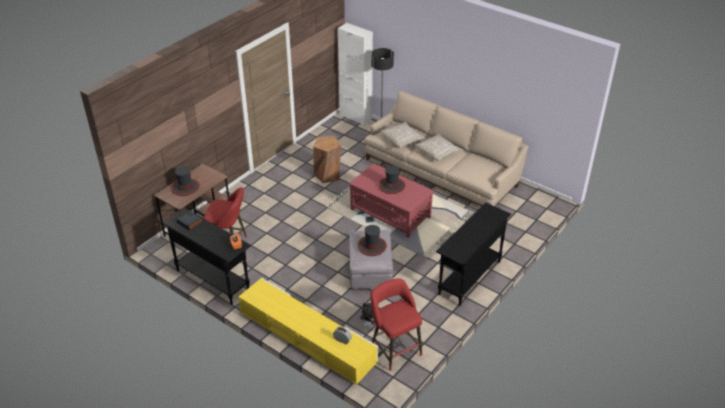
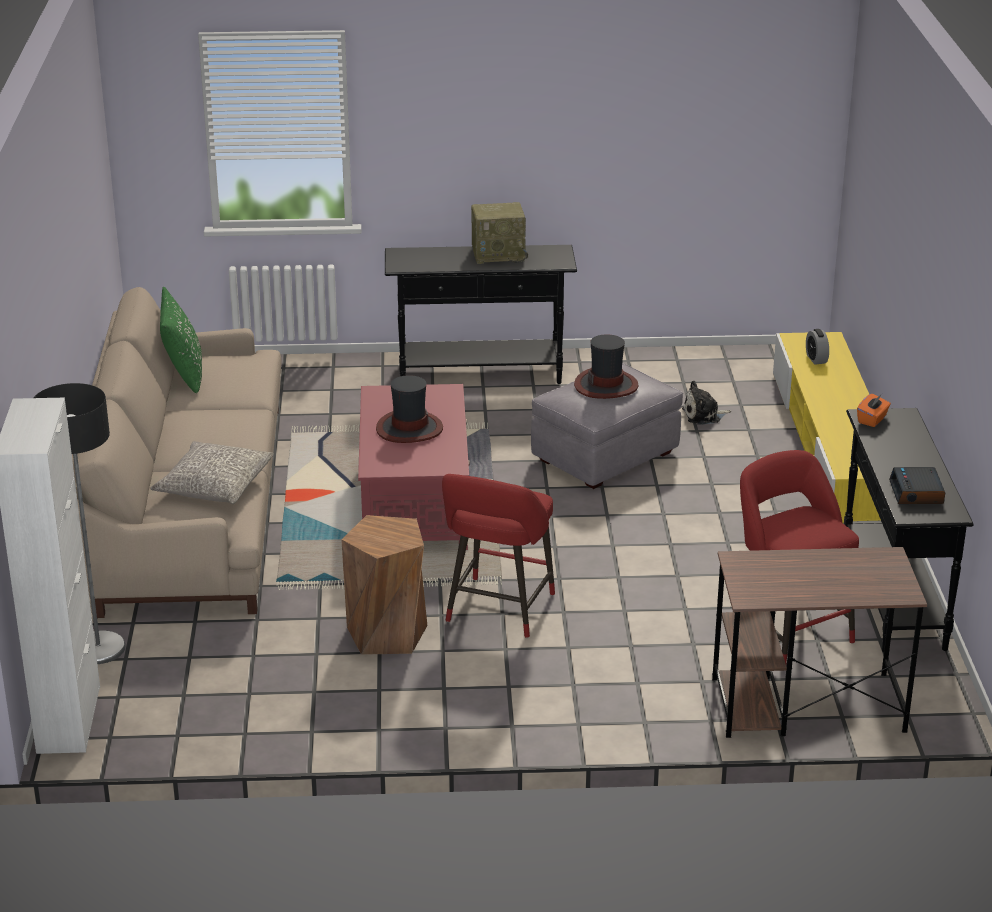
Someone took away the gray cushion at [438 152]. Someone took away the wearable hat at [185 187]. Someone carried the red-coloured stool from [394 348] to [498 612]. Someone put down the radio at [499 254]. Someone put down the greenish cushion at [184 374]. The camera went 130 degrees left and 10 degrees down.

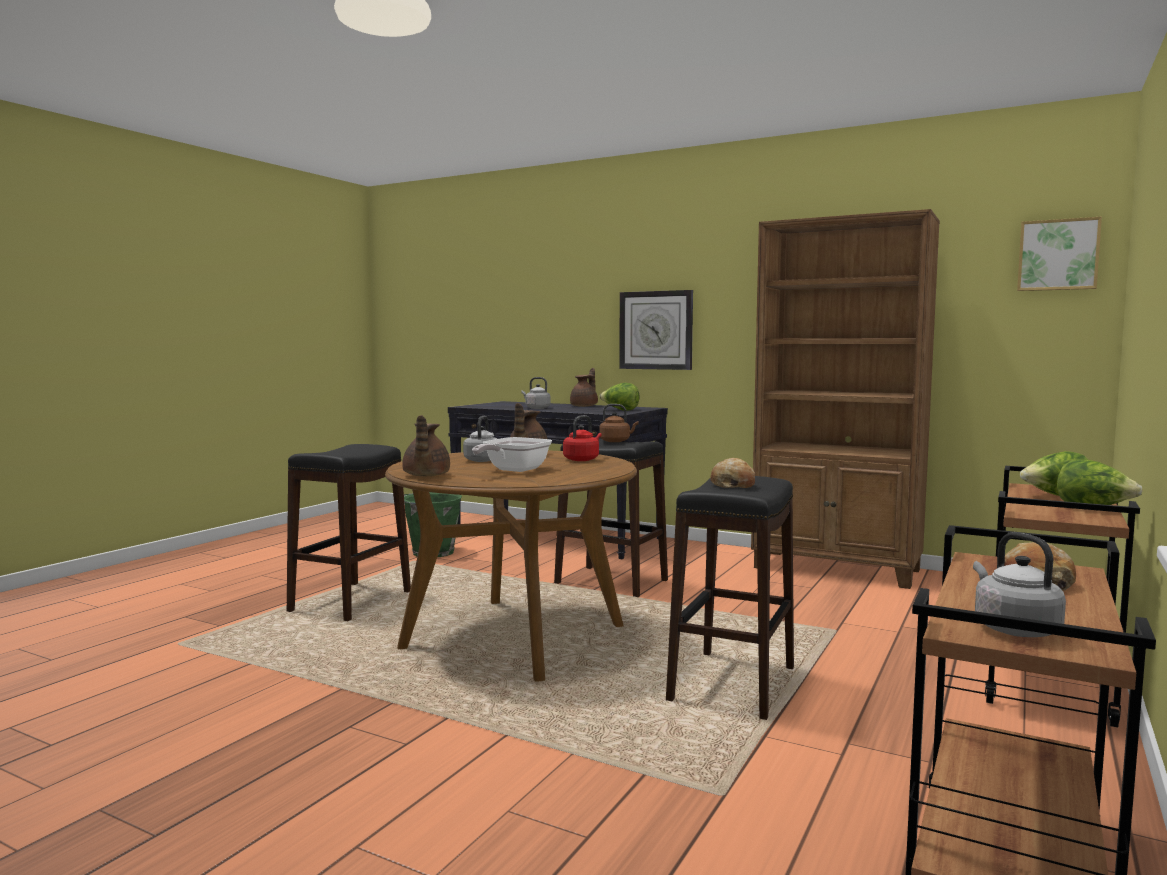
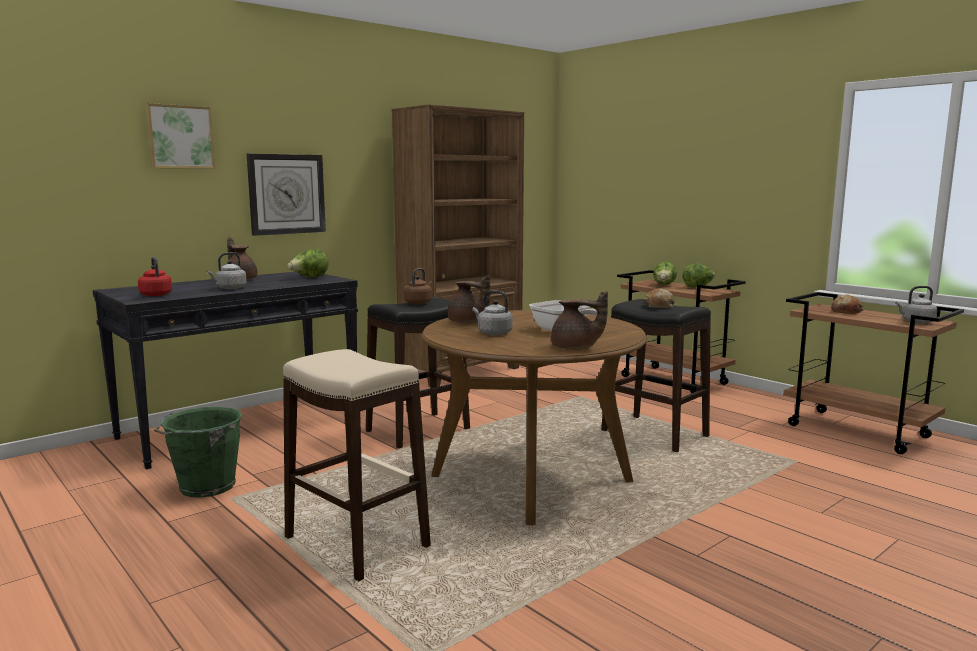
Someone carried the wall art from [1058 255] to [180 137]. Someone carried the red-coloured tea kettle from [582 459] to [155 294]. Someone repainted the black-coloured stool at [351 601], which became the beige-coloured stool at [356 542]. The camera went 70 degrees left and 5 degrees up.

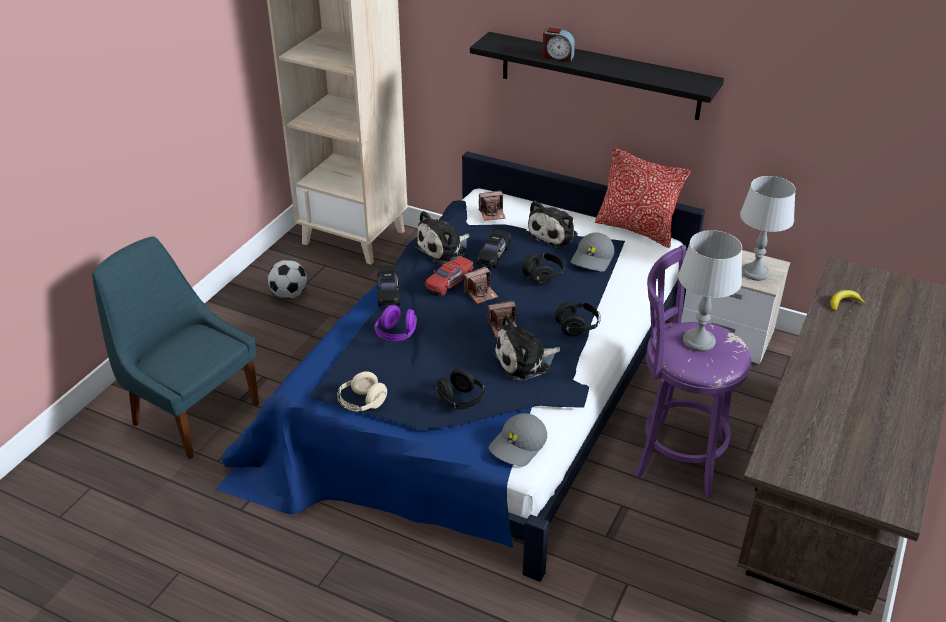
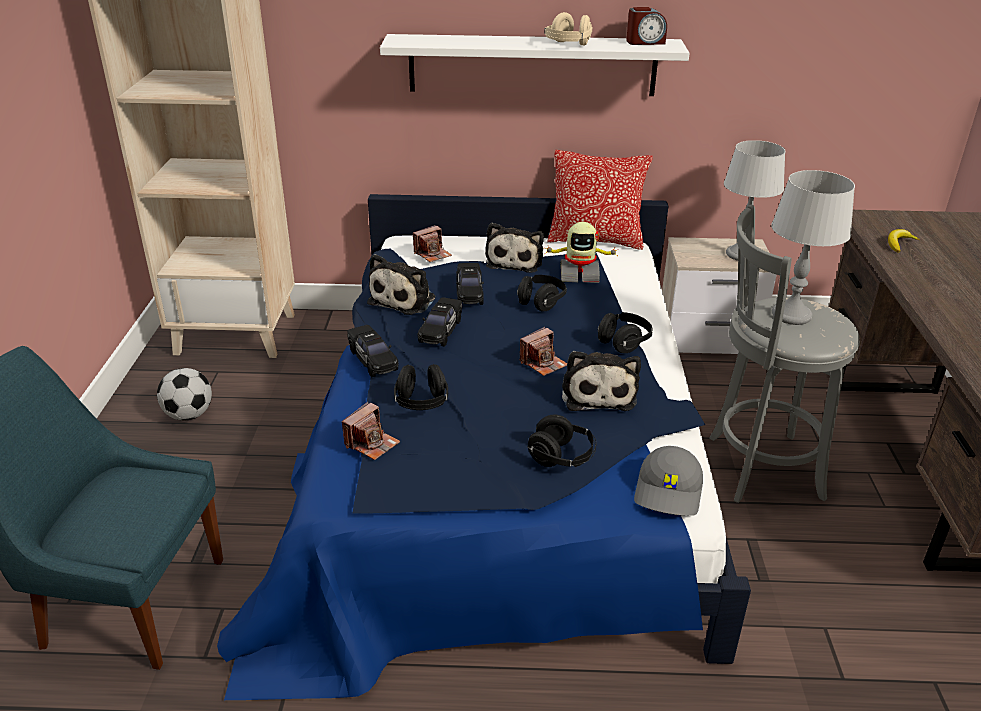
Someone carried the table clock from [557 56] to [645 42]. Someone repainted the black-coloured bracket shelf at [599 76], which became the white-coloured bracket shelf at [532 65]. Someone swapped the gray peaked cap at [593 259] for the toy robot at [579 274]. Someone repainted the purplish stool at [676 456], which became the gray stool at [757 467]. Someone repainted the red-coloured model car at [449 282], which became the black-coloured model car at [440 331]. Someone carried the photo camera from [481 293] to [372 443]. Someone repainted the purplish headset at [396 335], which became the black-coloured headset at [421 403]. Someone rotated the plush toy at [525 361] by 45 degrees counterclockwise. Someone carried the beige-coloured headset from [362 403] to [568 45]. The camera went 25 degrees left and 5 degrees down.

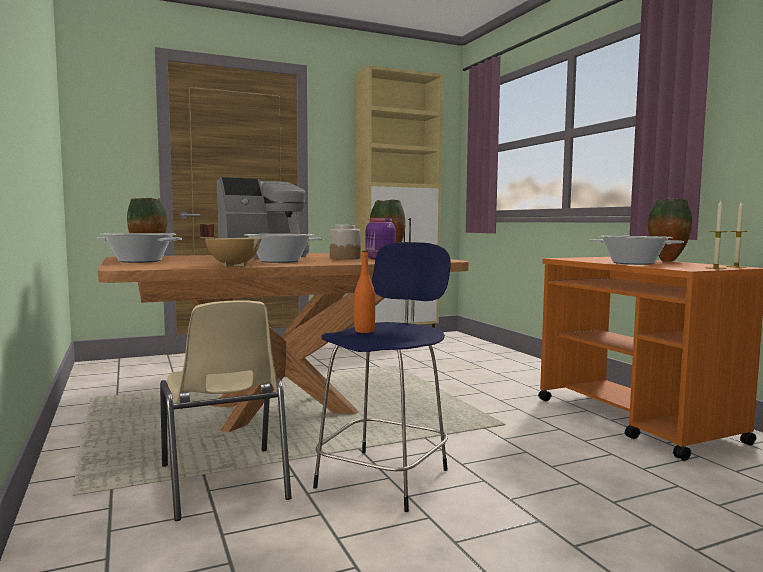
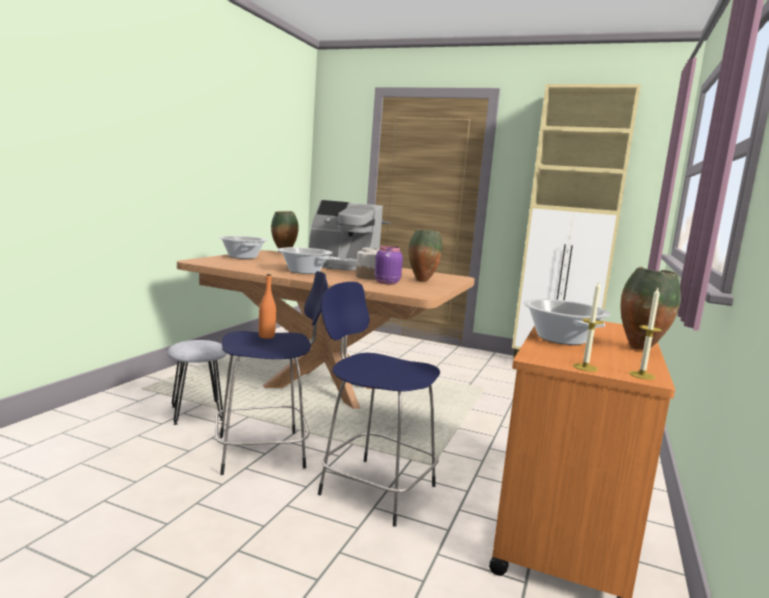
Someone took away the beige-coloured saucepot at [234 265]. Someone swapped the beige-coloured upright chair at [224 483] for the gray stool at [196 413]. Someone put down the blue-coloured stool at [374 488]. The camera went 45 degrees right and 5 degrees up.

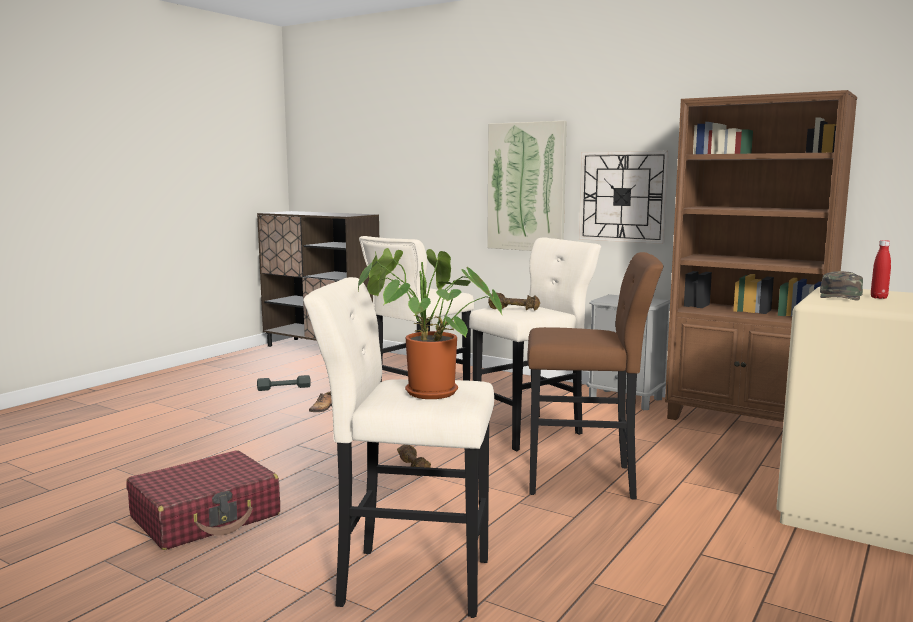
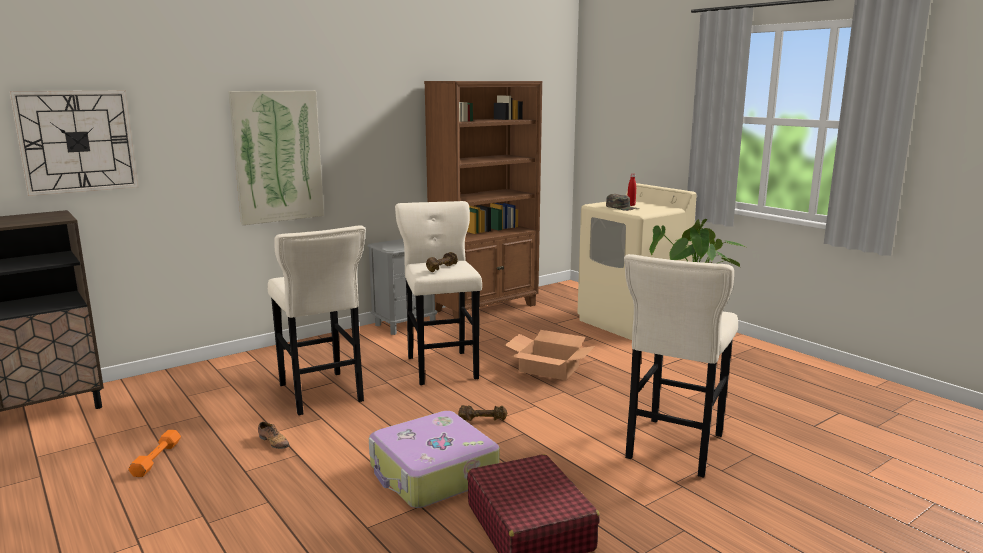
Someone carried the wall clock from [622 196] to [77 141]. Someone swapped the brown stool at [587 480] for the packing box at [549 369]. Someone repainted the gray free weight at [284 388], which became the orange-coloured free weight at [156 459]. Someone put down the piece of luggage at [433 474]. The camera went 70 degrees left and 5 degrees up.

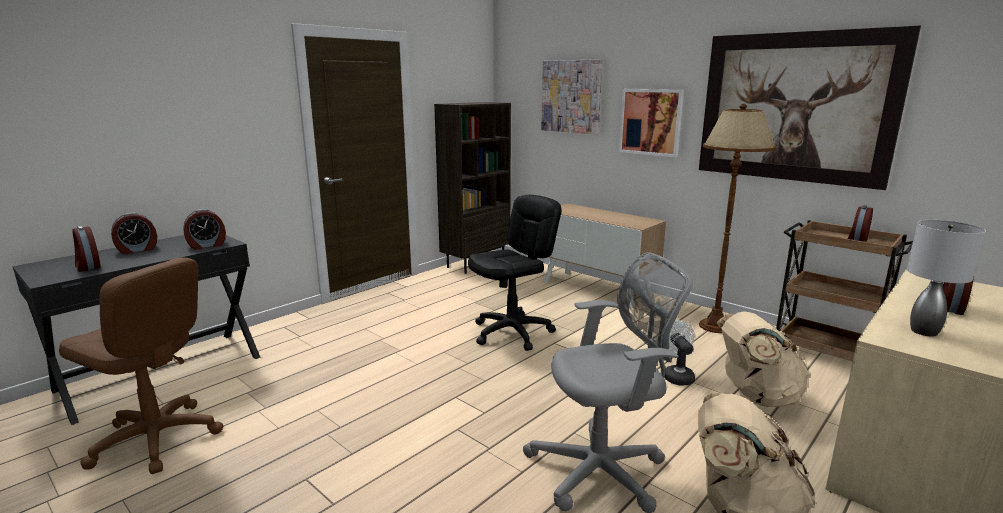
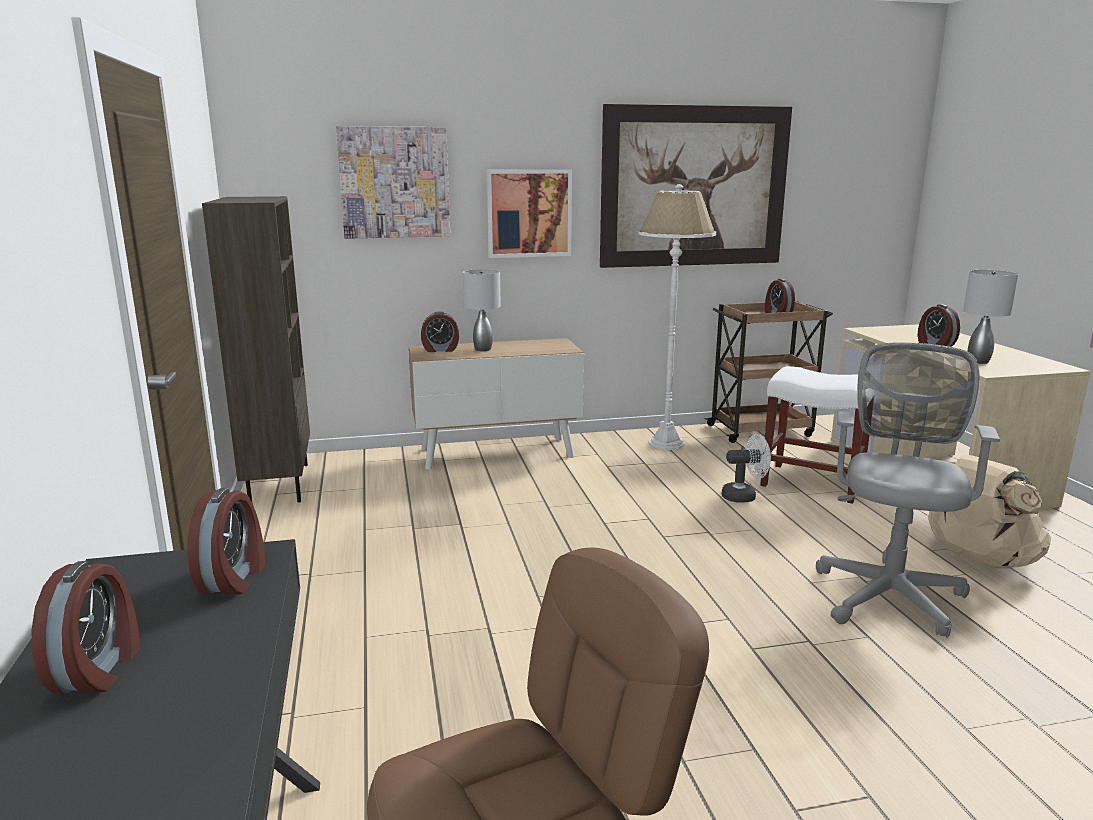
Someone repainted the brown standard lamp at [715 326], which became the white-coloured standard lamp at [666 443]. Someone took away the black-coloured computer chair at [512 333]. Someone carried the table clock from [87 266] to [440 350]. Someone swapped the beige-coloured knapsack at [756 396] for the white-coloured stool at [810 483]. Someone rotated the white-coloured electric fan at [676 376] by 150 degrees clockwise. Someone put down the gray table lamp at [482 349]. The camera went 55 degrees left and 0 degrees up.

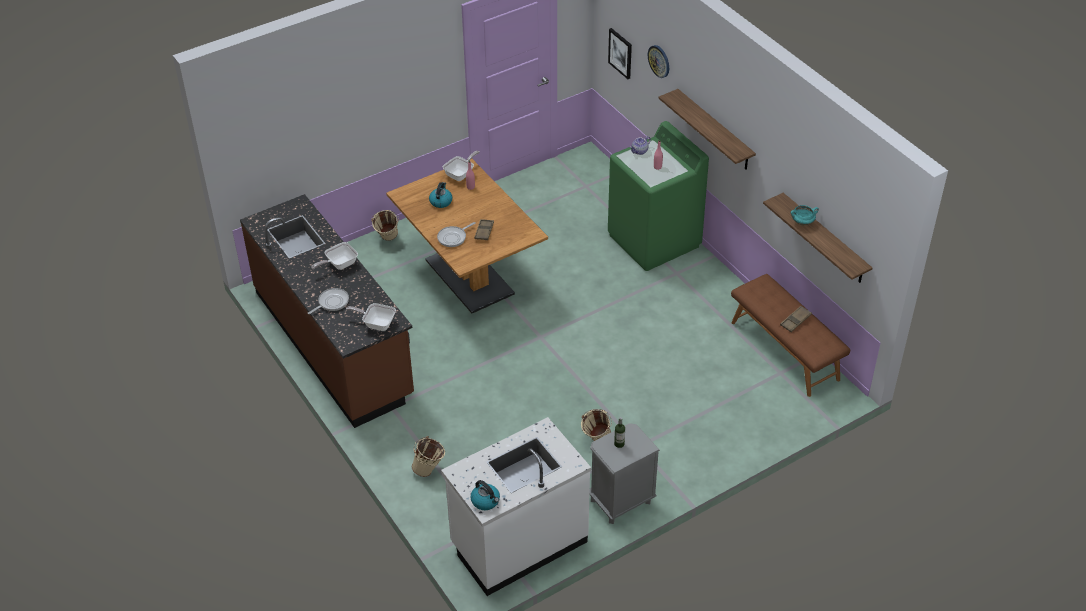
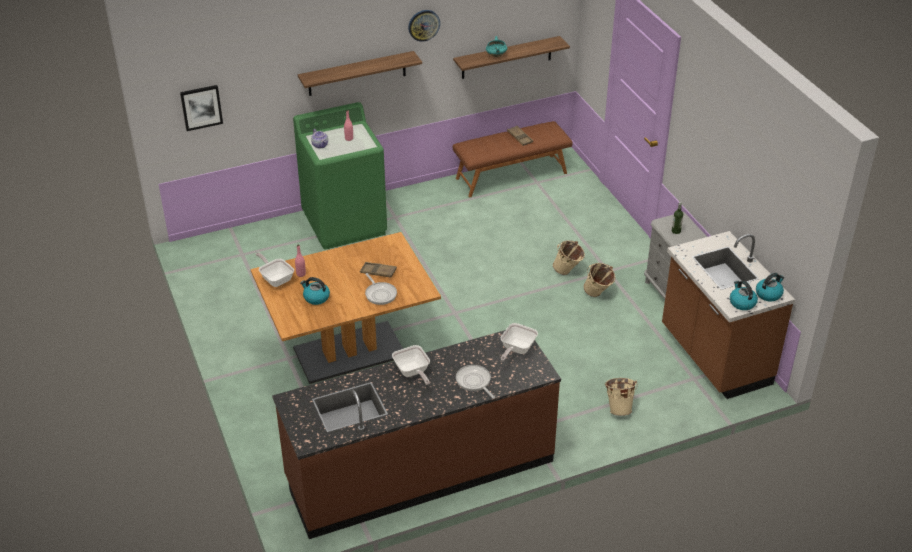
Someone carried the wall clock from [659 61] to [423 25]. Someone carried the beige-coloured bucket from [387 239] to [568 272]. Someone repainted the white-coloured counter at [518 543], which became the brown counter at [714 357]. Someone put down the tea kettle at [742 303]. The camera went 80 degrees left and 5 degrees down.

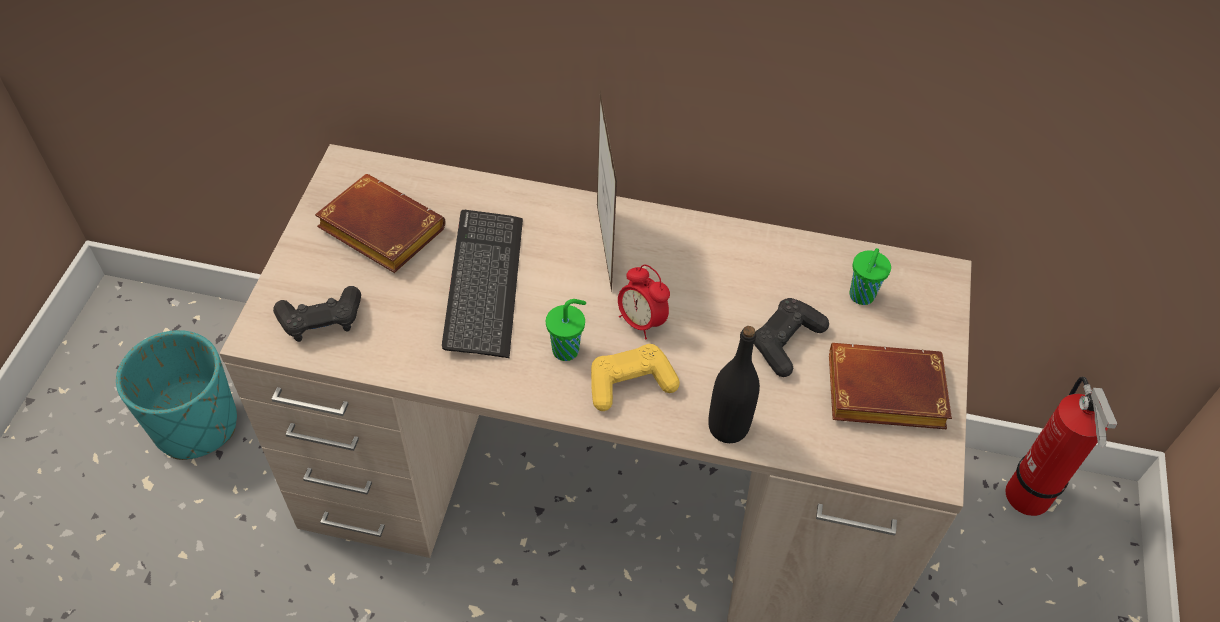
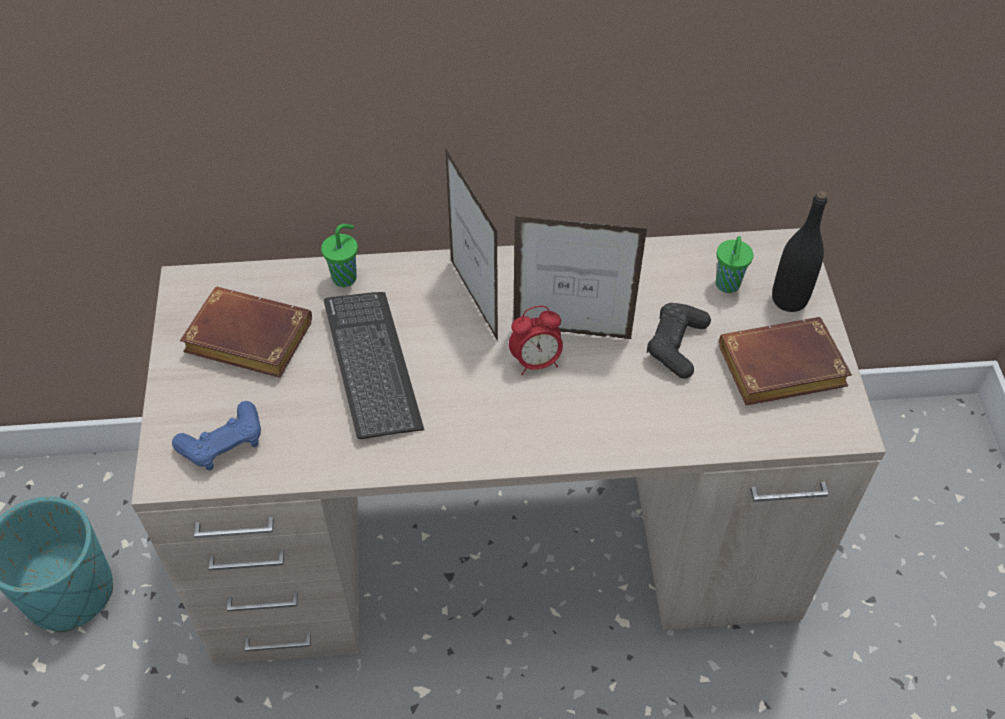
Someone rotated the table clock at [641 322] by 45 degrees counterclockwise. Someone repainted the black-coloured gamepad at [321 320], which became the blue-coloured gamepad at [223 443]. Someone carried the greenish cup from [567 349] to [345 277]. Someone carried the black-coloured beverage bottle from [728 427] to [789 299]. Someone took away the yellow gamepad at [630 383]. Someone took away the fire extinguisher at [1029 501]. Someone put down the standing frame at [572 333]. The camera went 15 degrees left and 0 degrees up.

